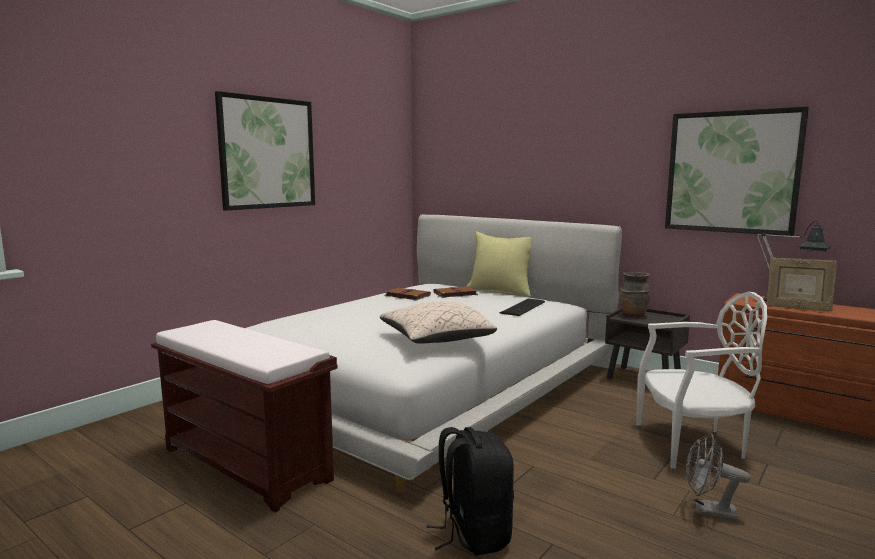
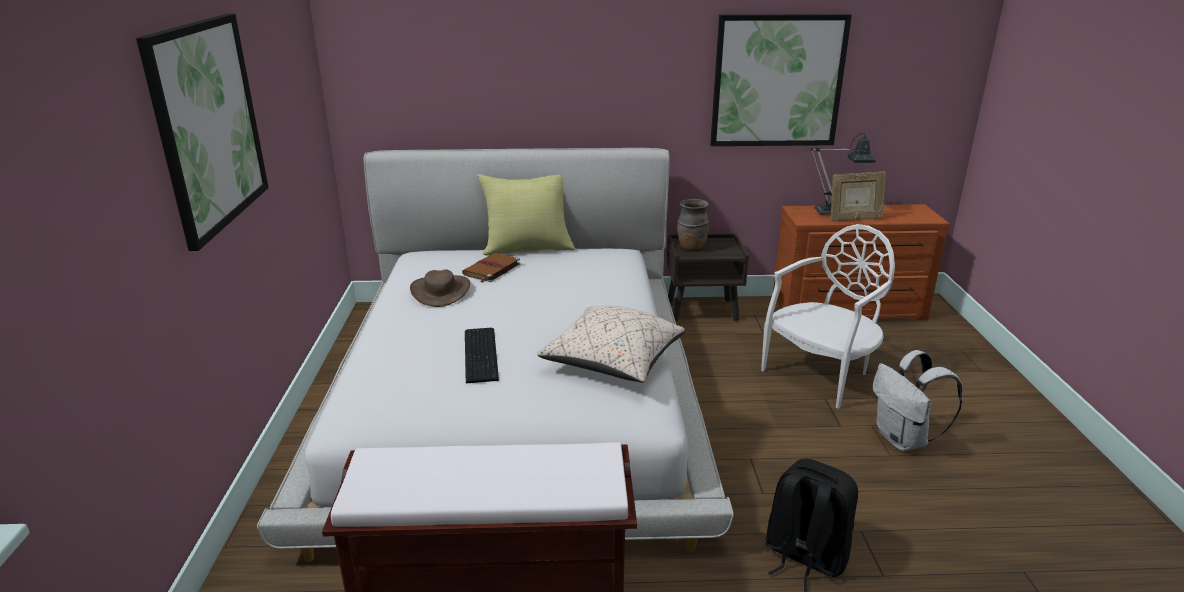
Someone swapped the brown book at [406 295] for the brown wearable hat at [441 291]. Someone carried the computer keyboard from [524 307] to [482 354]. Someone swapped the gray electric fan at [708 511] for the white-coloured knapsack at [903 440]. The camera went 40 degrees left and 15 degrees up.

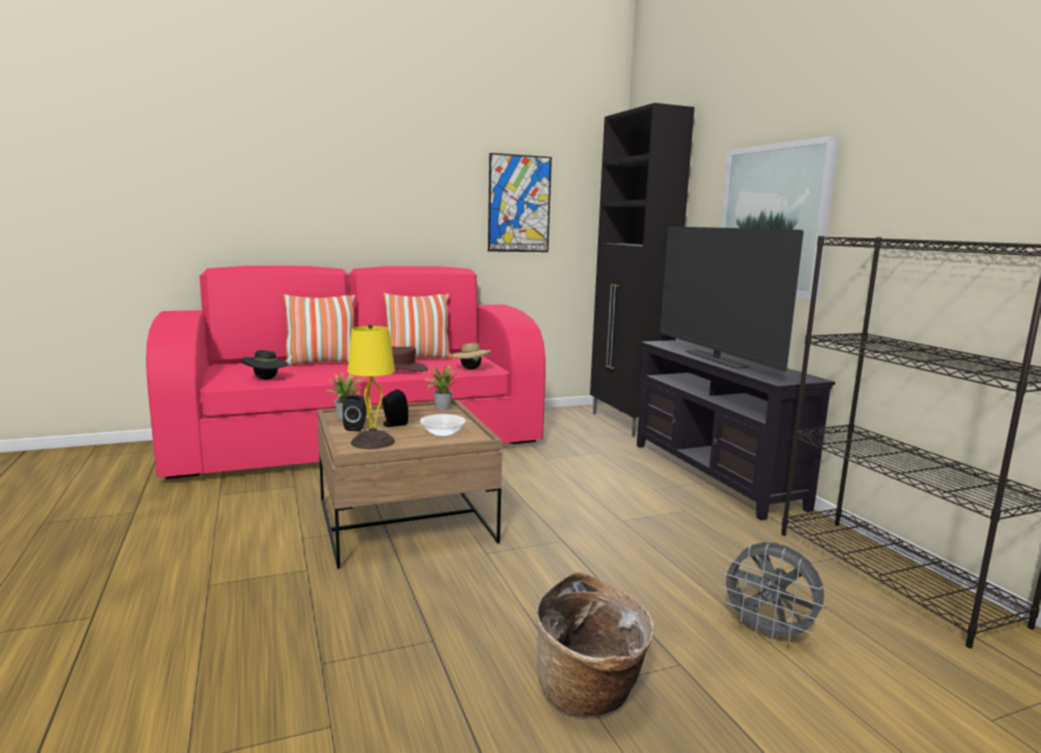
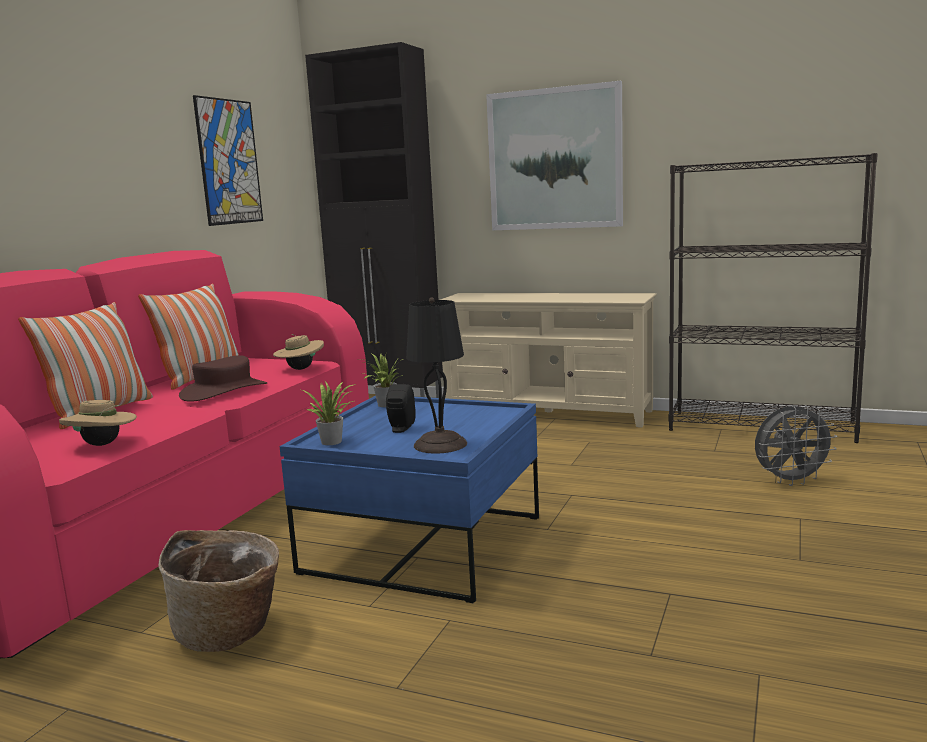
Someone took away the television at [715 359]. Someone repainted the yellow table lamp at [372 442], which became the black-coloured table lamp at [441 445]. Someone repainted the black-coloured tv unit at [714 475], which became the beige-coloured tv unit at [547 413]. Someone repainted the black-coloured wearable hat at [266 379], which became the beige-coloured wearable hat at [103 444]. Someone took away the black-coloured loudspeaker at [356 427]. Someone repainted the brown lounge table at [405 521], which became the blue-coloured lounge table at [423 544]. Someone took away the serving bowl at [443 434]. Someone carried the basket from [590 693] to [230 632]. The camera went 45 degrees left and 0 degrees up.

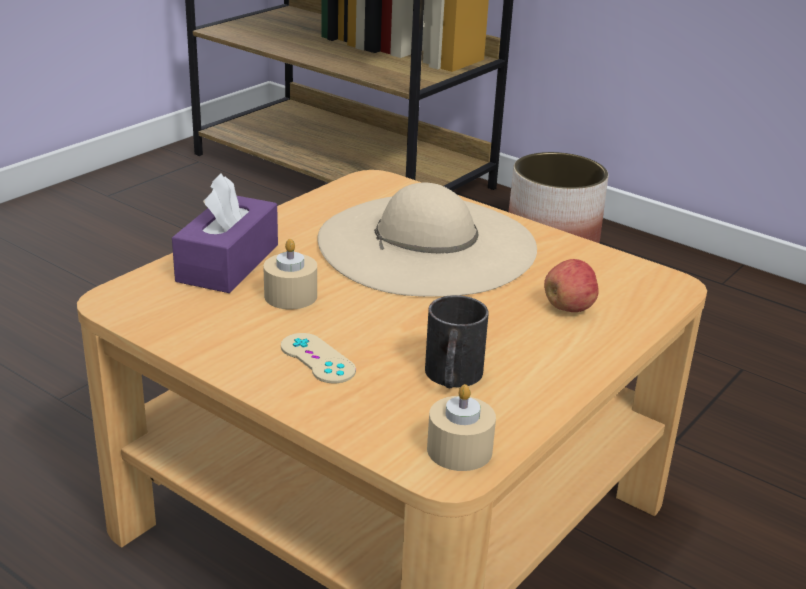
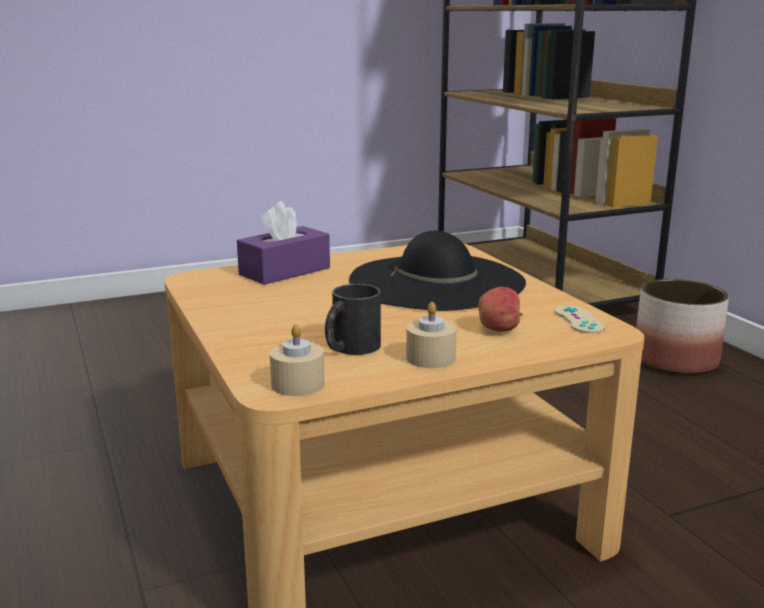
Someone repainted the beige-coloured wearable hat at [426 244], which became the black-coloured wearable hat at [437 281]. Someone carried the beige-coloured wax candle from [290 296] to [430 358]. Someone carried the beige-coloured gamepad from [317 358] to [579 320]. The camera went 30 degrees right and 10 degrees down.

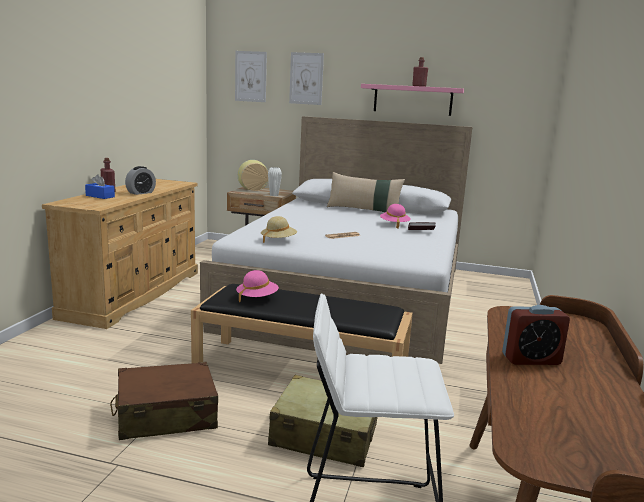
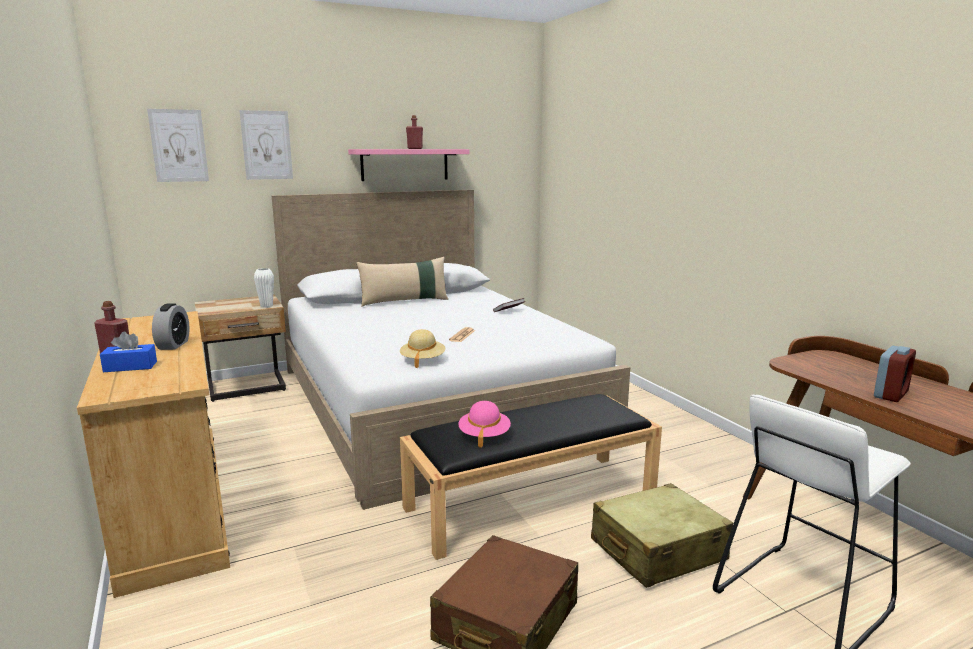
Someone took away the flower vase at [252 190]. Someone took away the pink wearable hat at [394 225]. The camera went 40 degrees left and 0 degrees up.

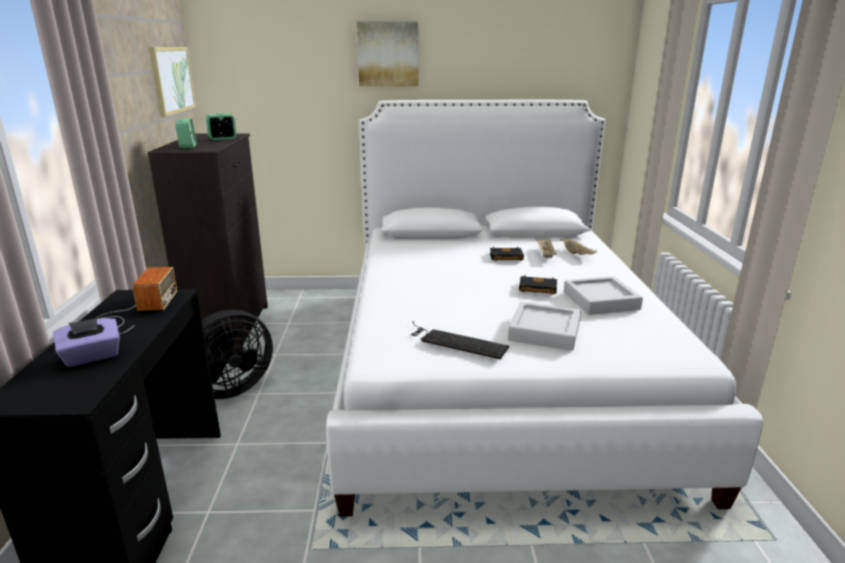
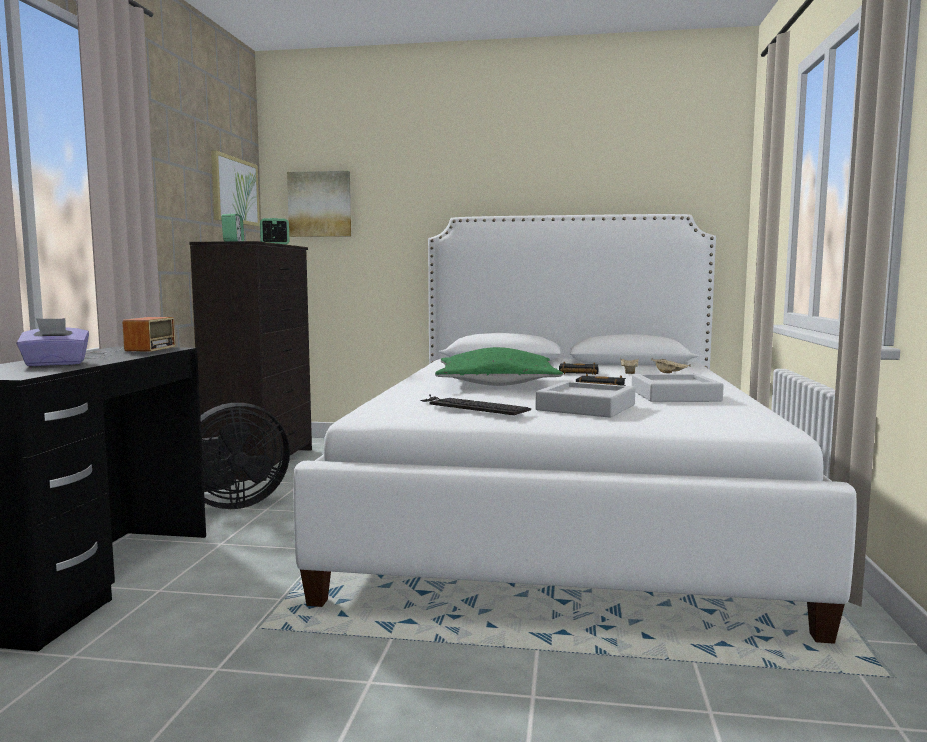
Someone carried the wall art from [388 54] to [320 204]. Someone put down the greenish cushion at [496 384]. The camera went 10 degrees right and 15 degrees down.

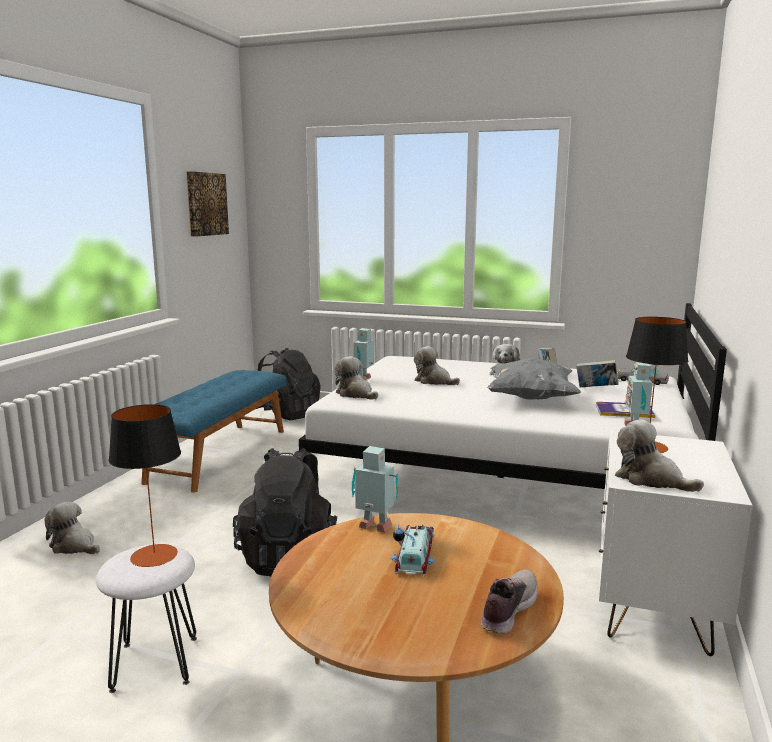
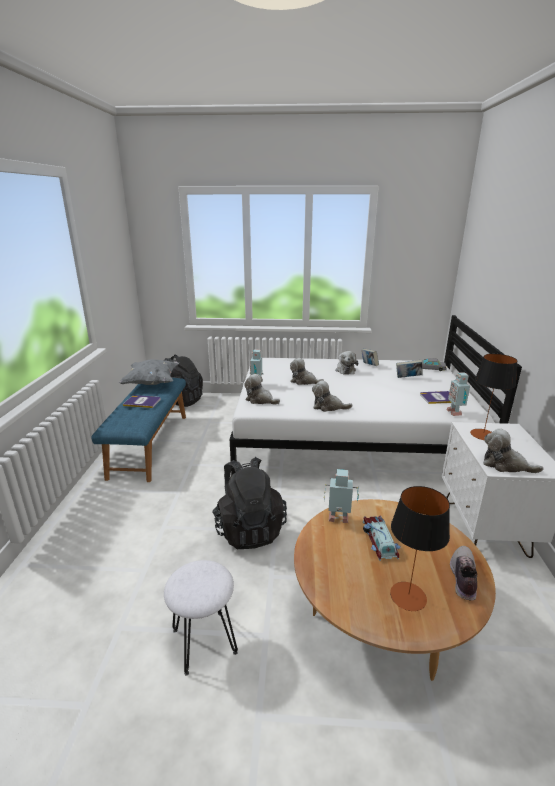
Someone took away the wall art at [206 204]. Someone carried the gray cushion from [531 398] to [152 383]. Someone carried the table lamp from [154 555] to [408 596]. Someone carried the plush toy from [74 546] to [328 407]. Someone put down the book at [142 402]. The camera went 15 degrees left and 10 degrees up.

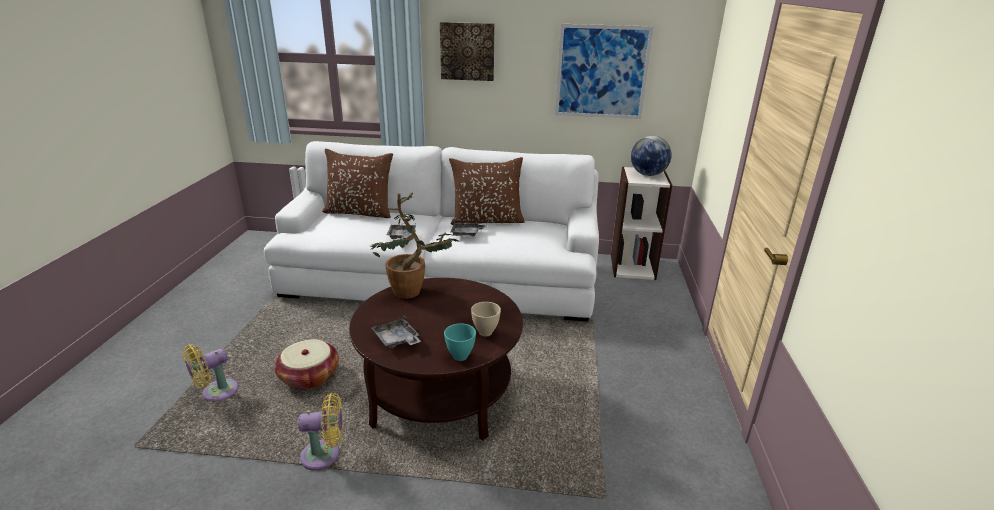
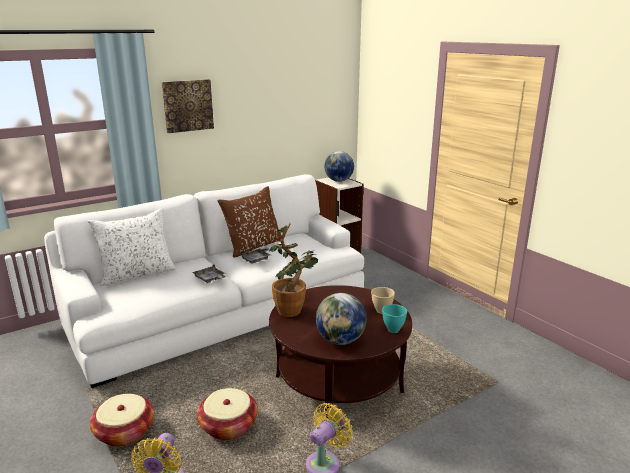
Someone took away the wall art at [602 72]. Someone repainted the brown cushion at [360 212], which became the white-coloured cushion at [137 274]. Someone swapped the gray tray at [397 340] for the desk globe at [340 340]. Someone put down the basket at [125 432]. The camera went 40 degrees left and 5 degrees down.

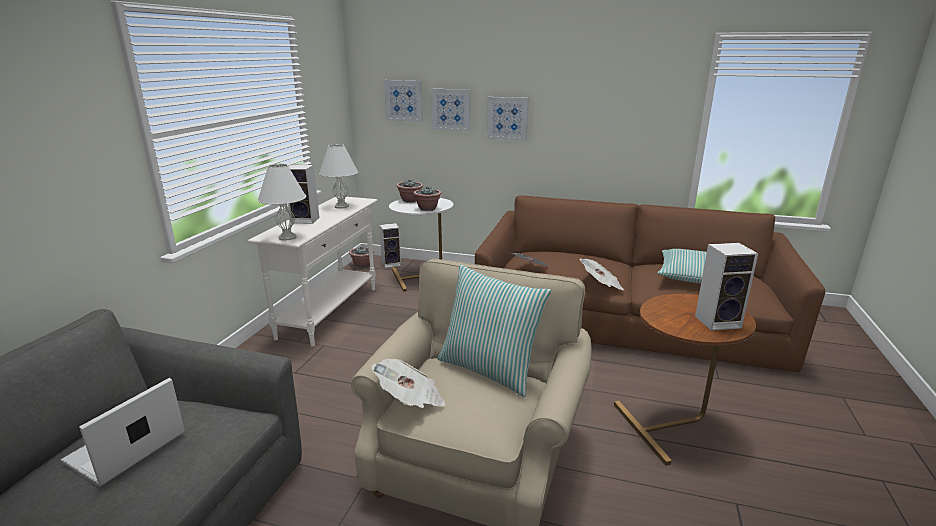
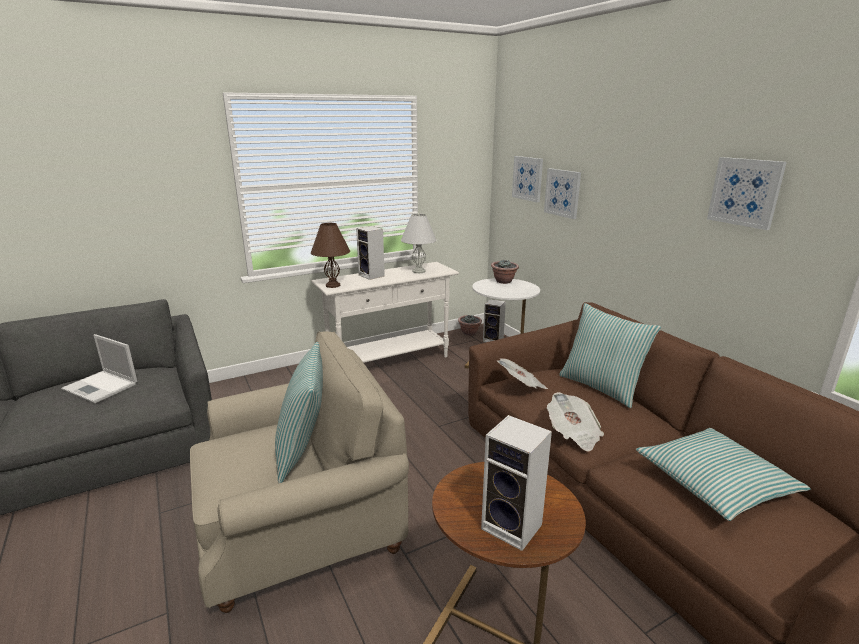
Someone carried the wall art from [507 118] to [745 192]. Someone repainted the white-coloured table lamp at [287 237], which became the brown table lamp at [332 285]. Someone took away the plant in a pot at [427 209]. Someone took away the printed paper at [410 400]. Someone rotated the laptop at [124 449] by 135 degrees counterclockwise. Someone put down the cushion at [601 387]. The camera went 45 degrees right and 0 degrees up.

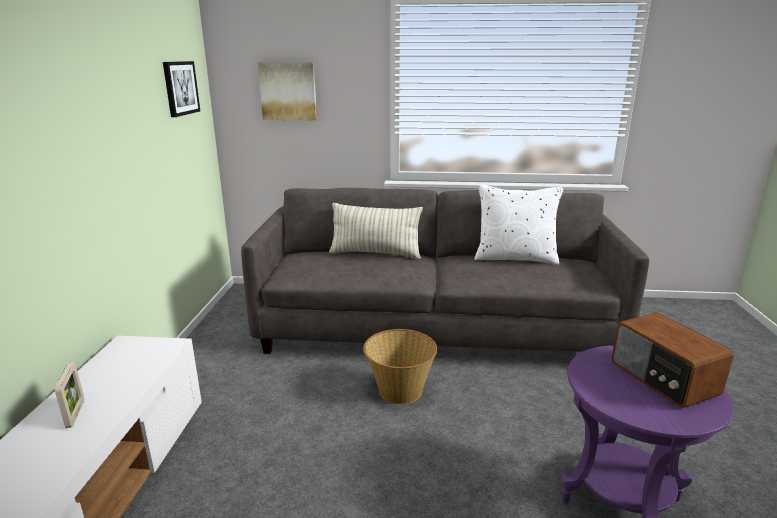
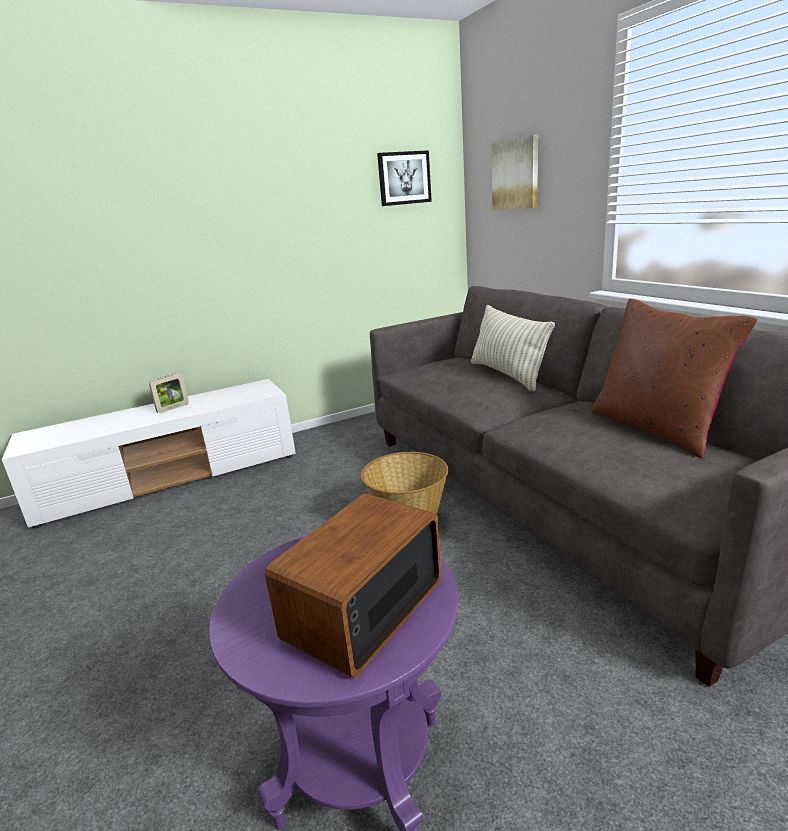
Someone repainted the white-coloured cushion at [515 258], which became the brown cushion at [656 428]. The camera went 60 degrees right and 0 degrees up.

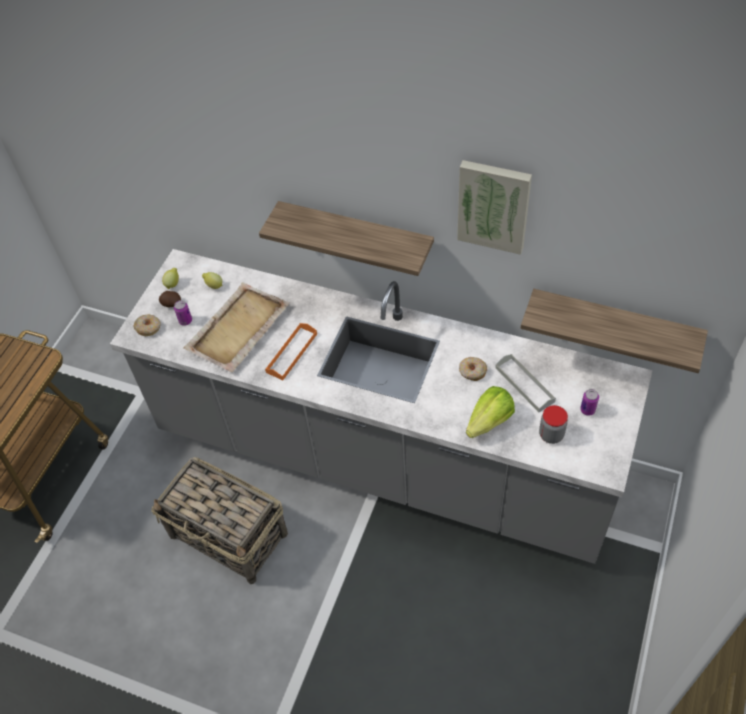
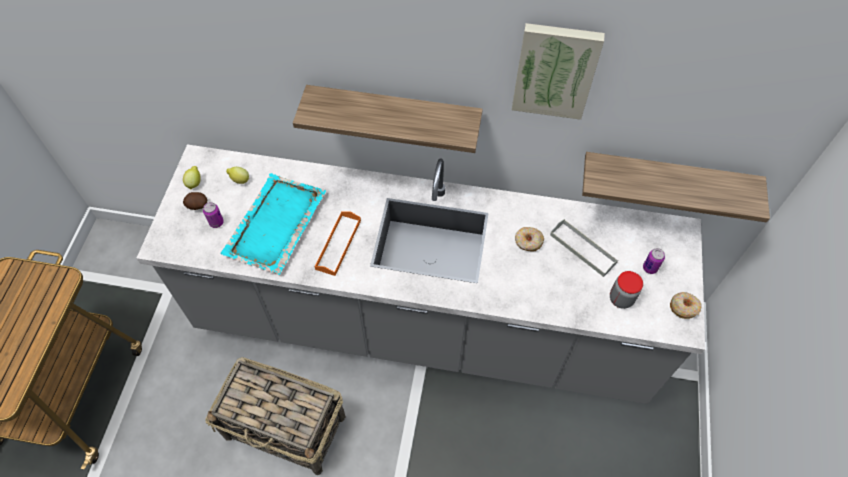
Someone repainted the beige-coloured tray at [237 329], which became the blue-green tray at [275 225]. Someone carried the doughnut from [148 328] to [683 307]. Someone took away the lettuce head at [489 421]. The camera went 15 degrees left and 5 degrees up.

